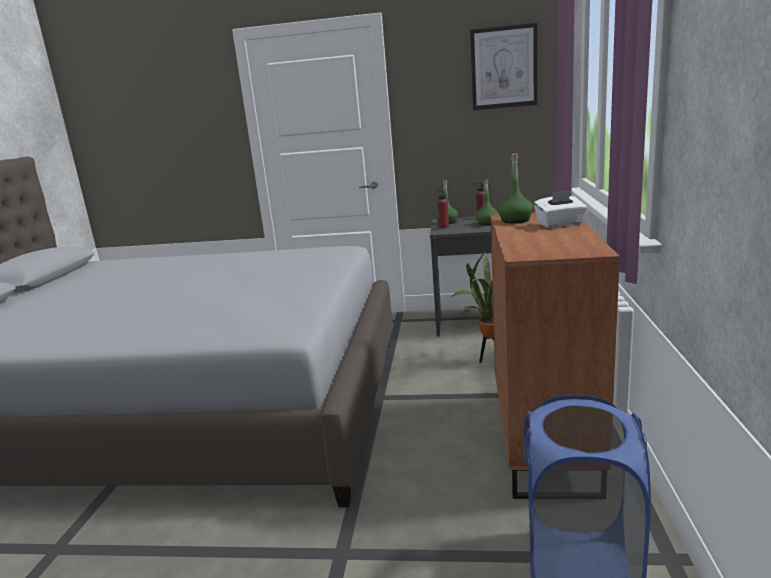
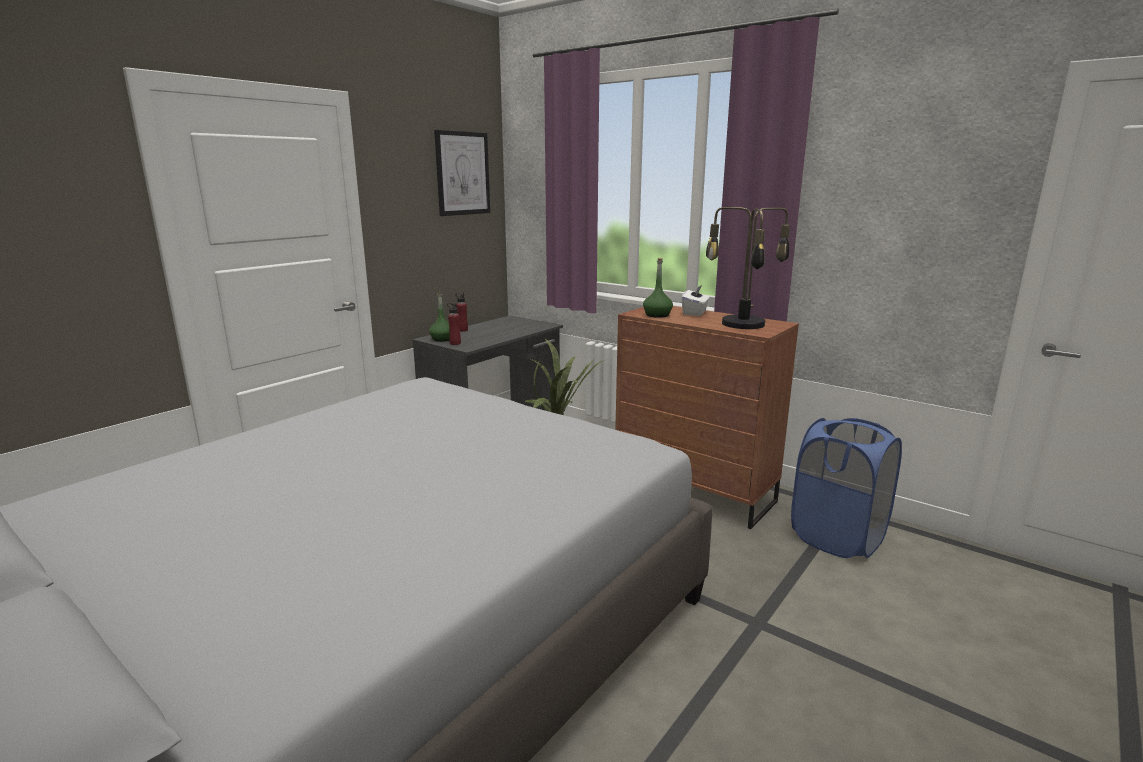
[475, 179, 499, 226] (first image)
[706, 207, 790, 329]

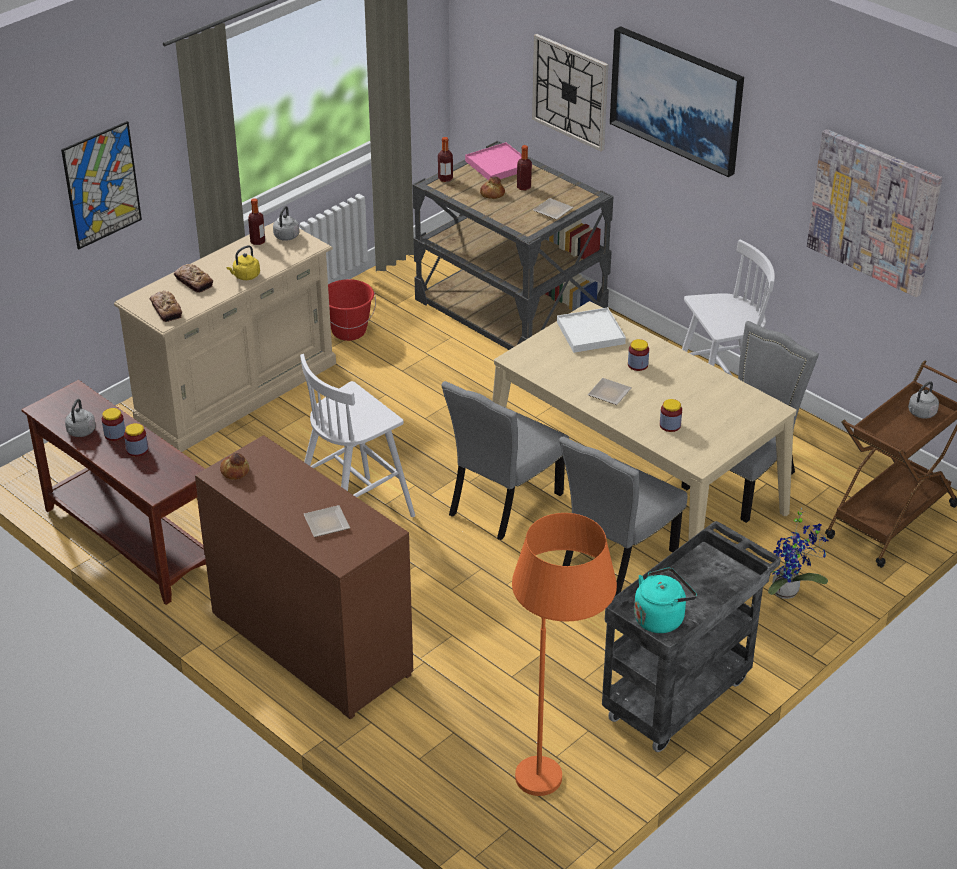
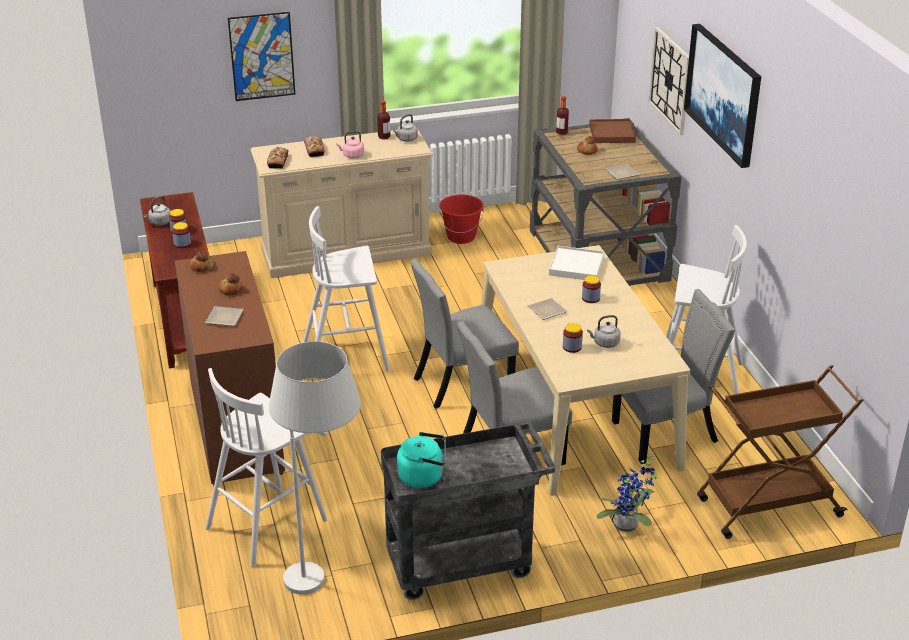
[517, 145, 532, 190] (first image)
[807, 129, 942, 297] (first image)
[205, 368, 327, 567]
[219, 273, 243, 295]
[587, 315, 621, 348]
[336, 131, 364, 158]
[589, 119, 636, 143]
[269, 341, 361, 595]

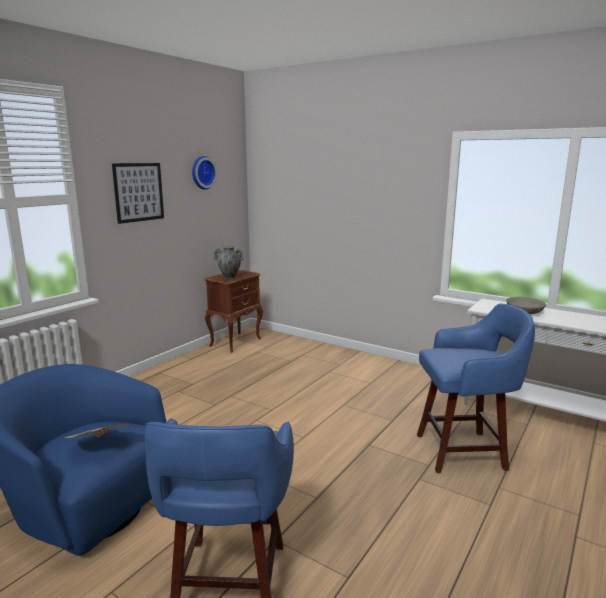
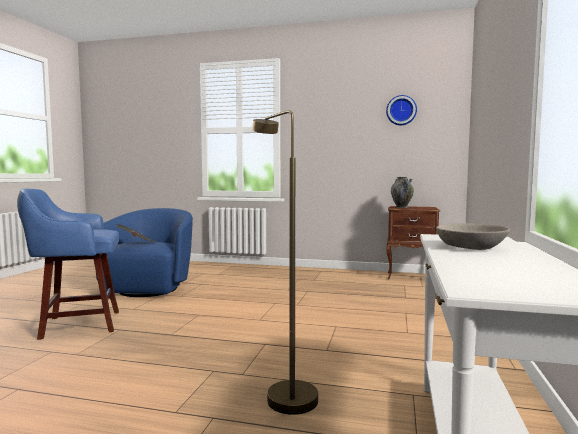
[112, 163, 164, 224] (first image)
[252, 110, 318, 415]

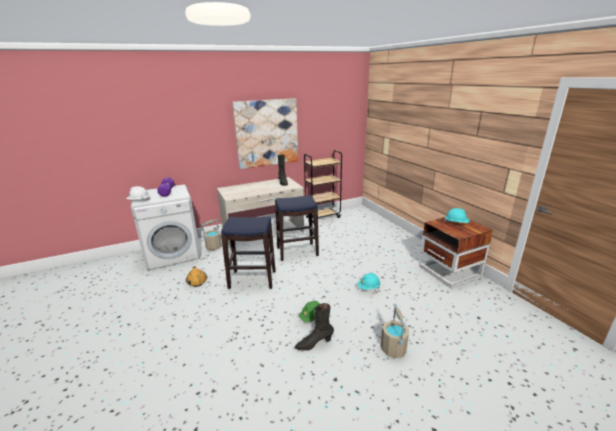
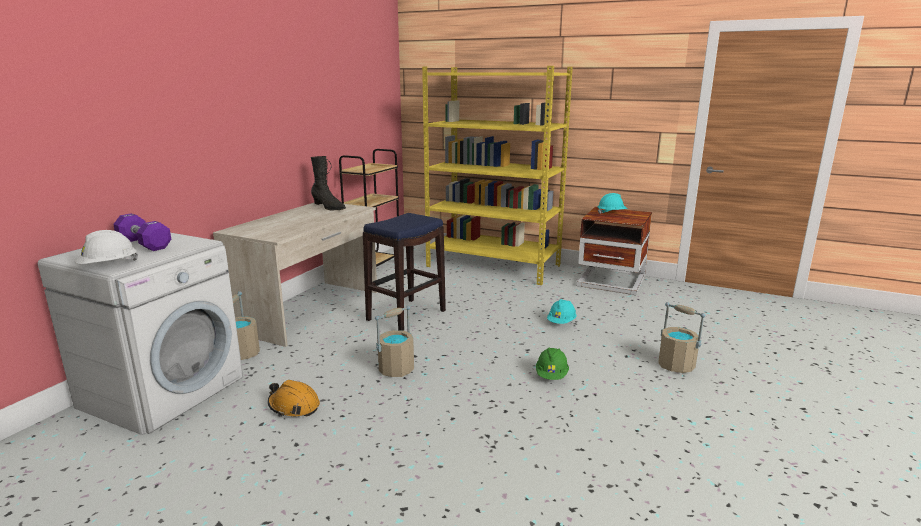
[232, 98, 298, 169] (first image)
[295, 303, 334, 350] (first image)
[422, 66, 573, 285]
[375, 306, 414, 377]

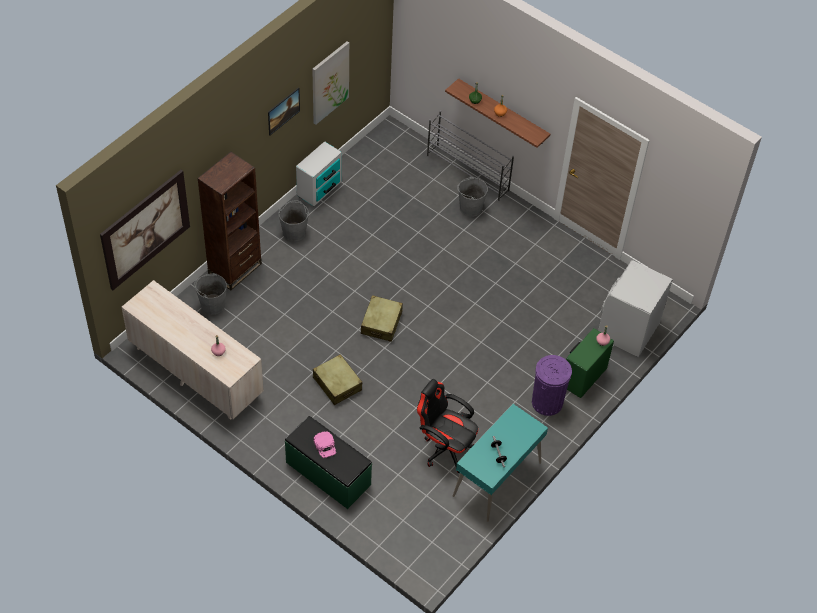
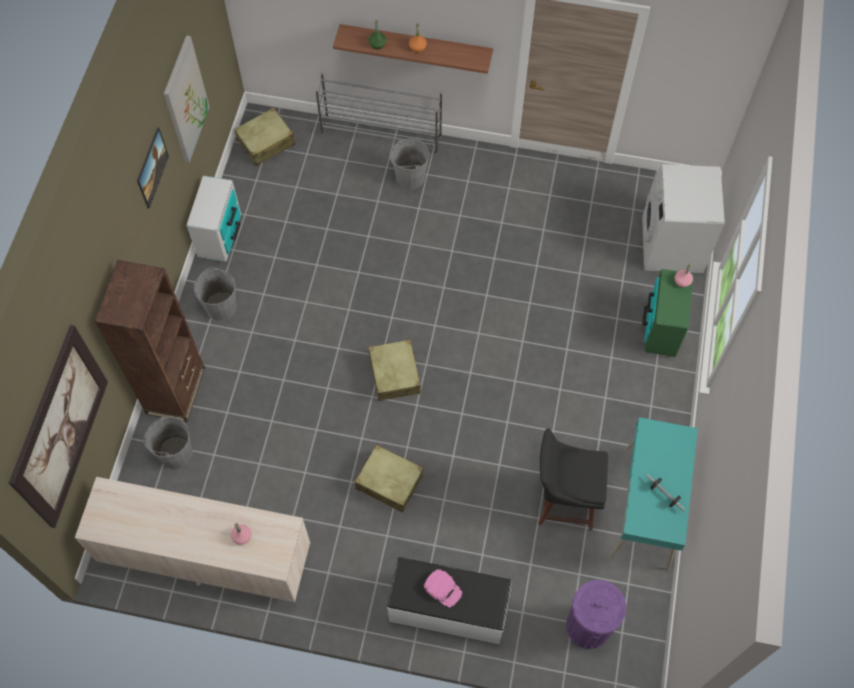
[234, 108, 295, 166]
[566, 580, 626, 649]
[539, 428, 608, 530]
[387, 557, 512, 644]

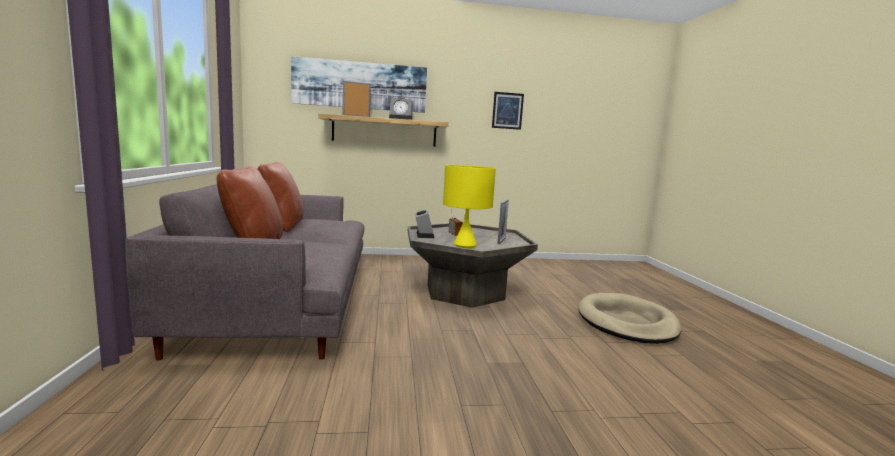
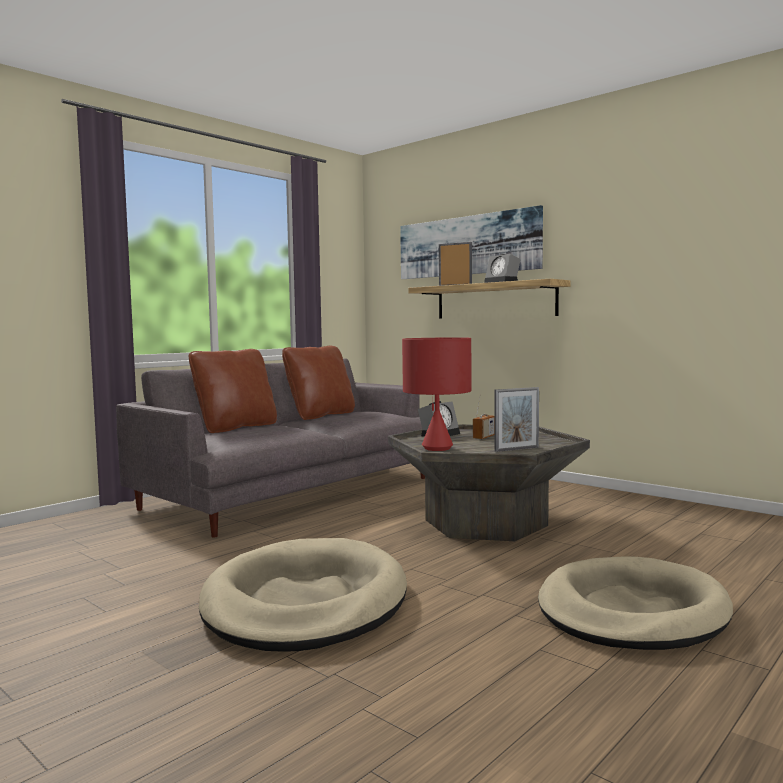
[492, 92, 524, 130] (first image)
[199, 538, 407, 652]
[402, 337, 471, 451]

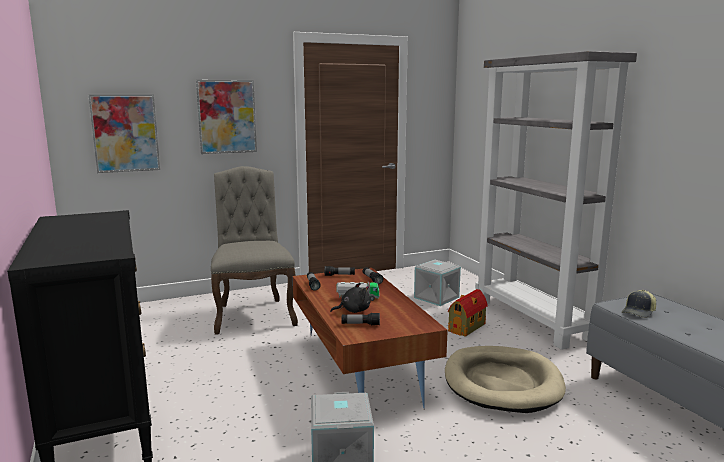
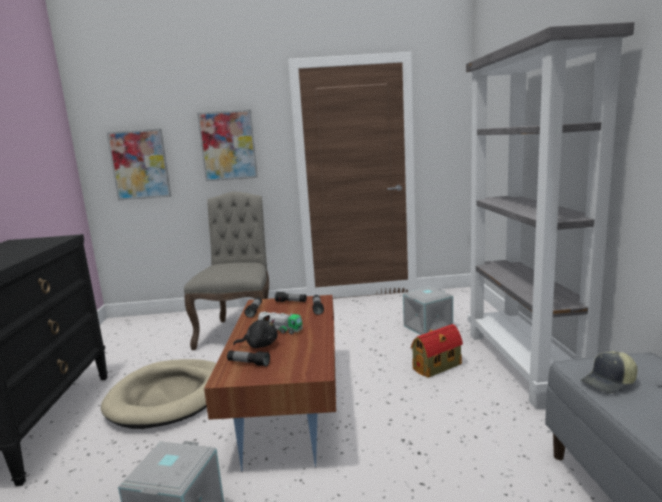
[101, 359, 217, 429]

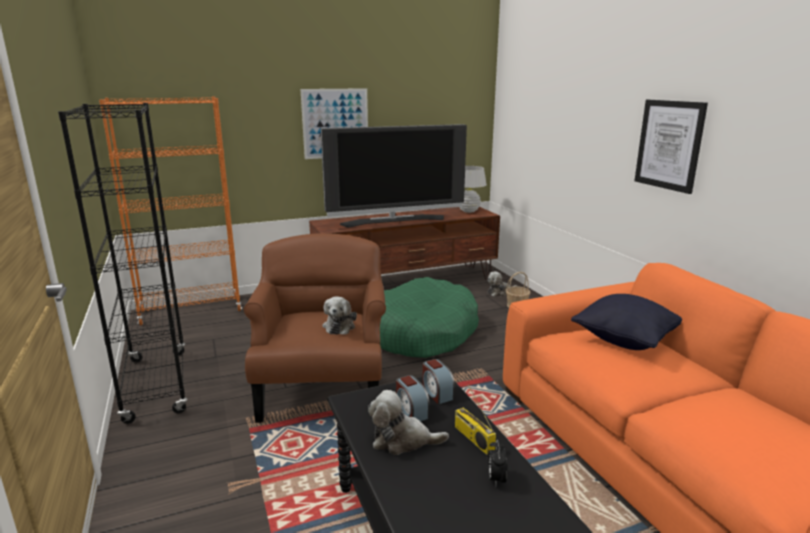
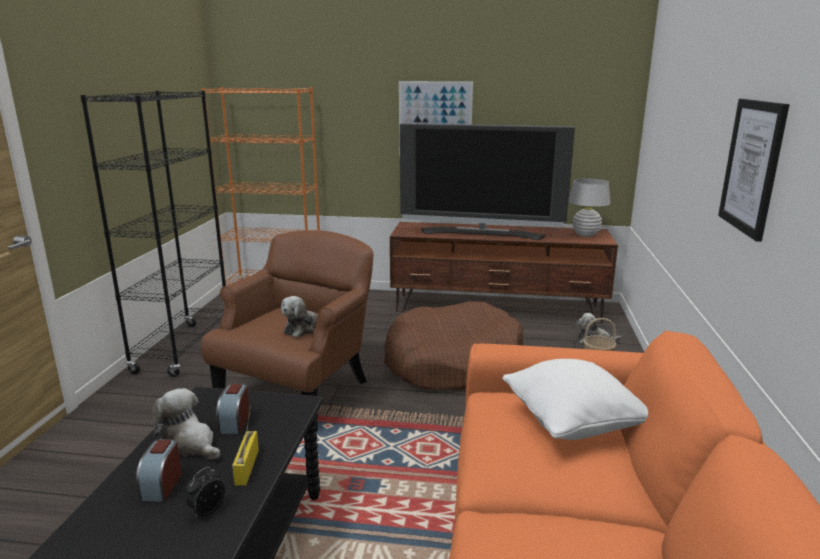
[136, 439, 182, 502]
[384, 301, 523, 390]
[502, 359, 648, 440]

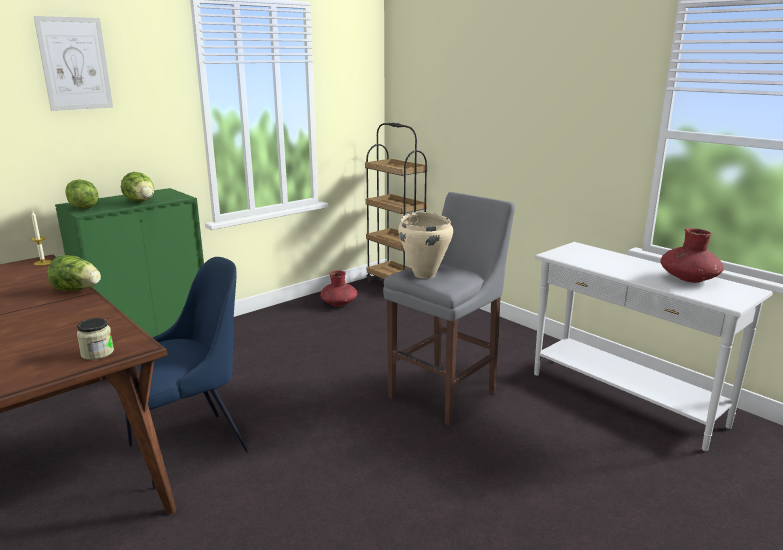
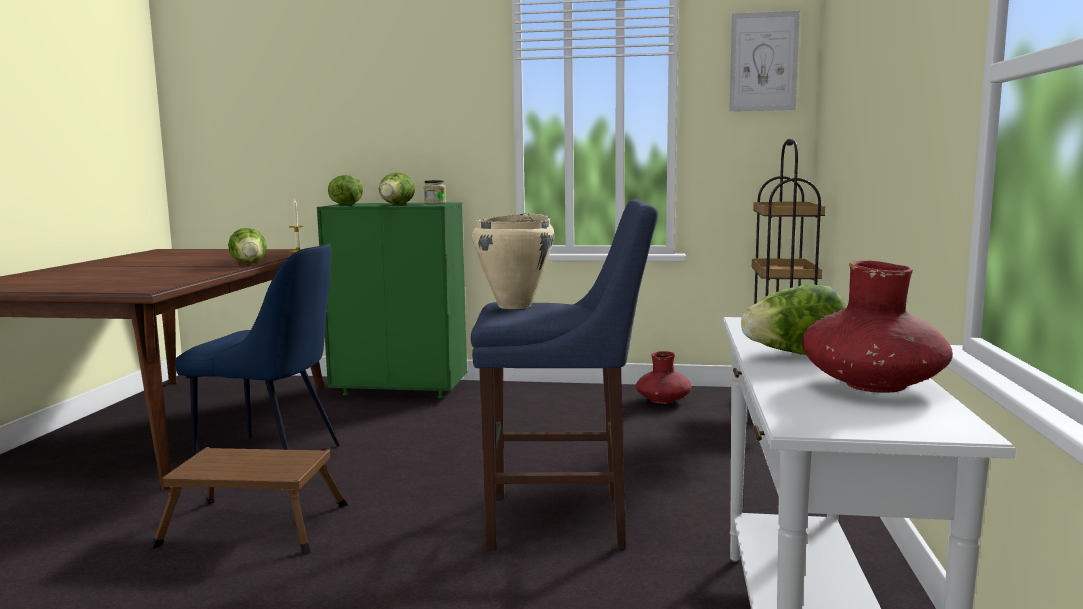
[150, 447, 348, 554]
[741, 285, 846, 355]
[729, 11, 800, 111]
[424, 180, 446, 204]
[471, 200, 658, 550]

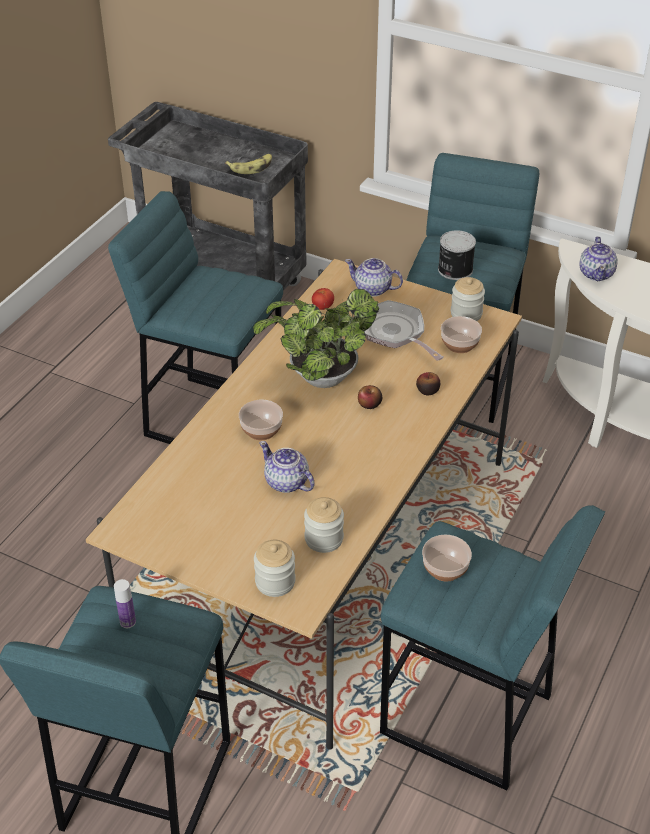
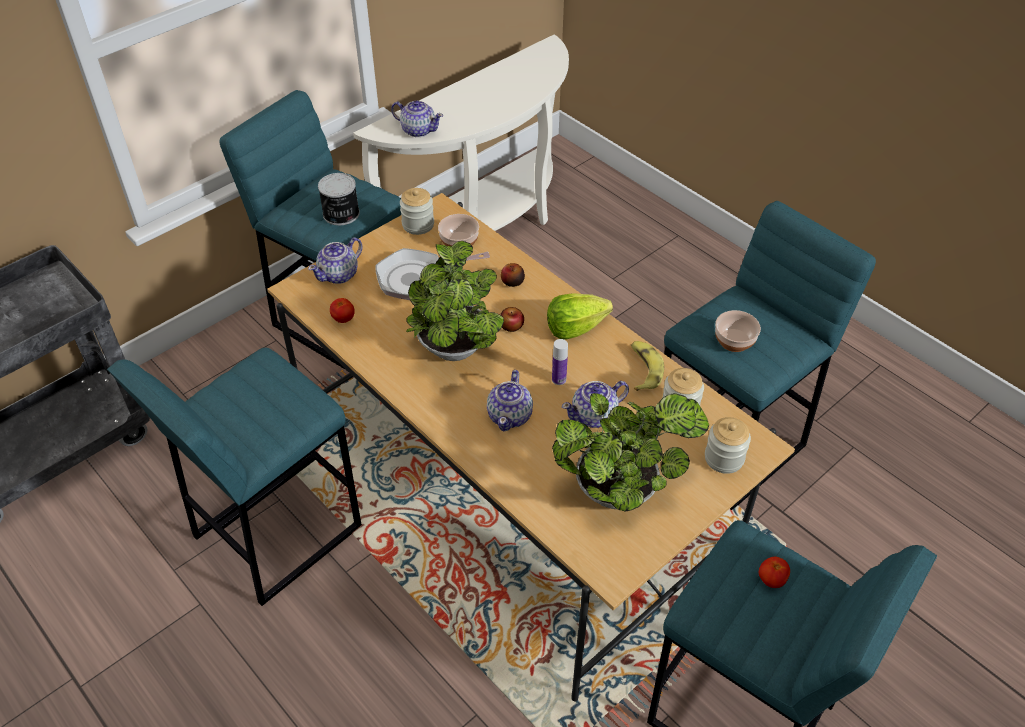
[547, 293, 613, 339]
[552, 393, 709, 512]
[759, 557, 790, 588]
[552, 339, 568, 385]
[631, 341, 664, 391]
[487, 370, 533, 431]

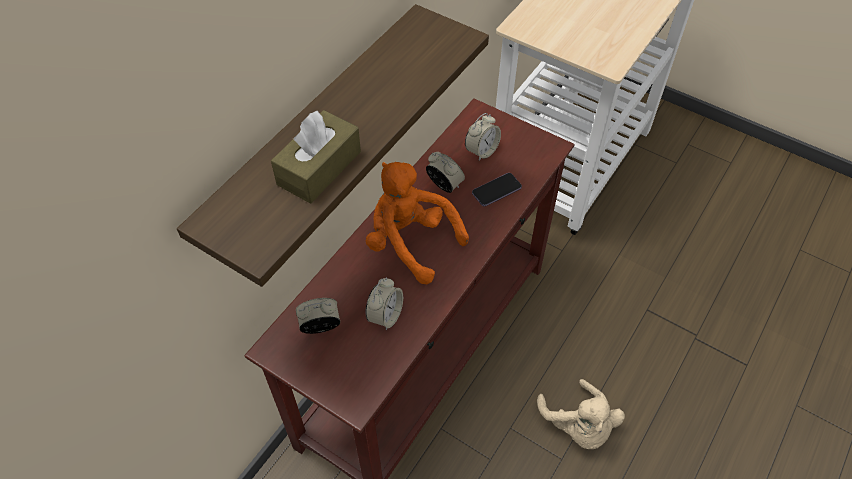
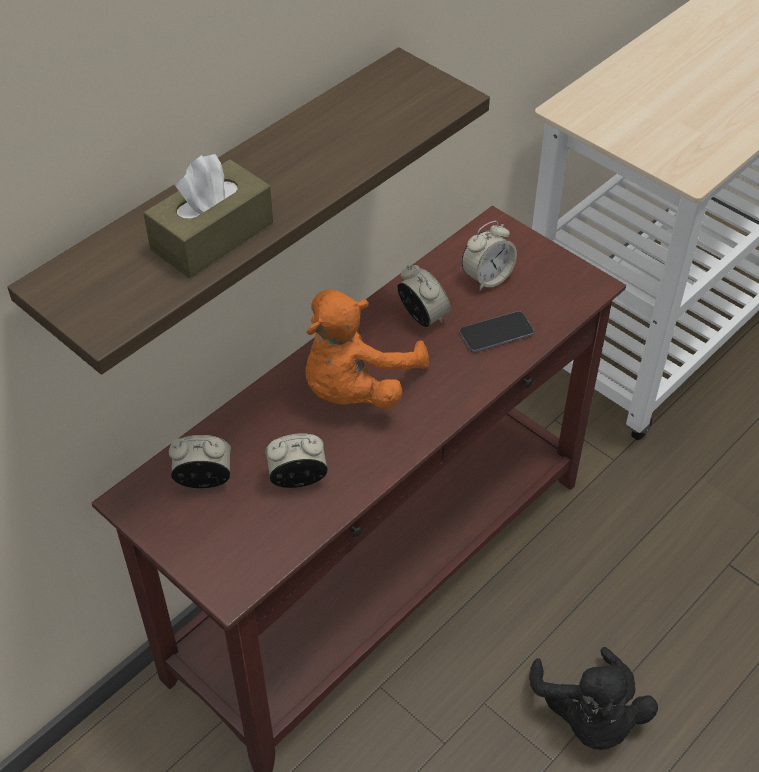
[529, 647, 658, 750]
[265, 433, 328, 488]
[306, 289, 429, 408]

